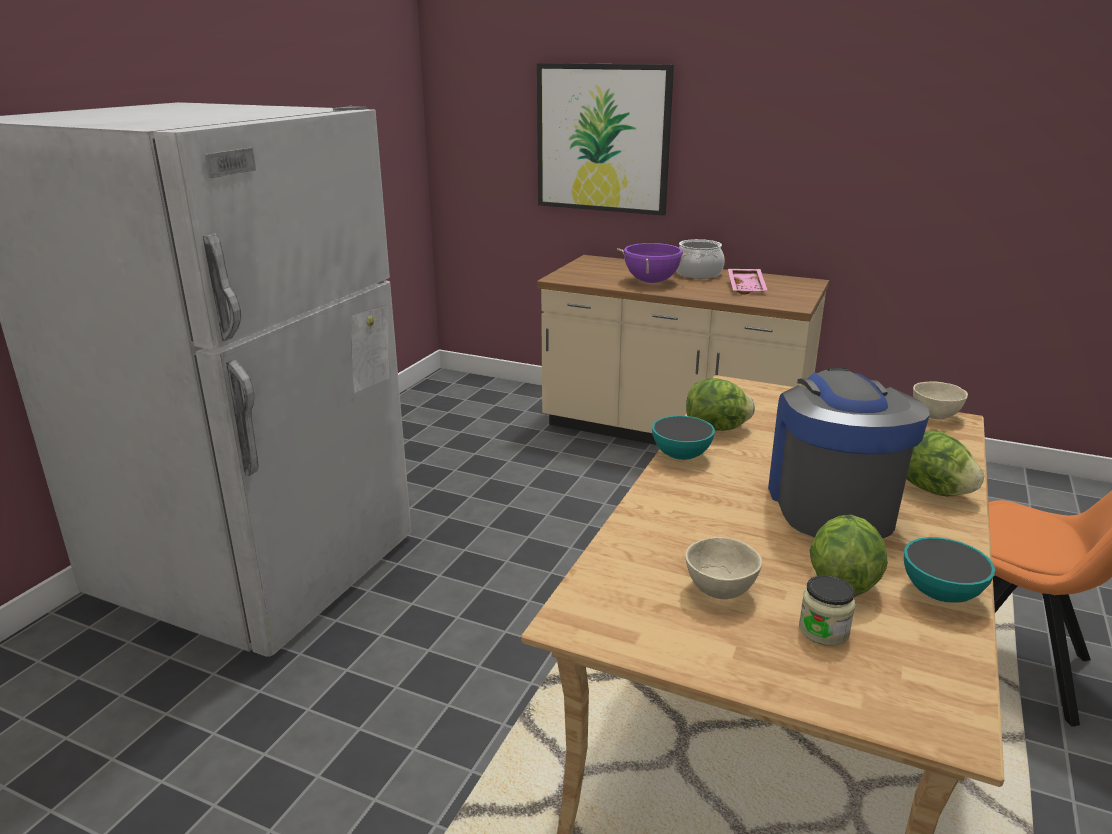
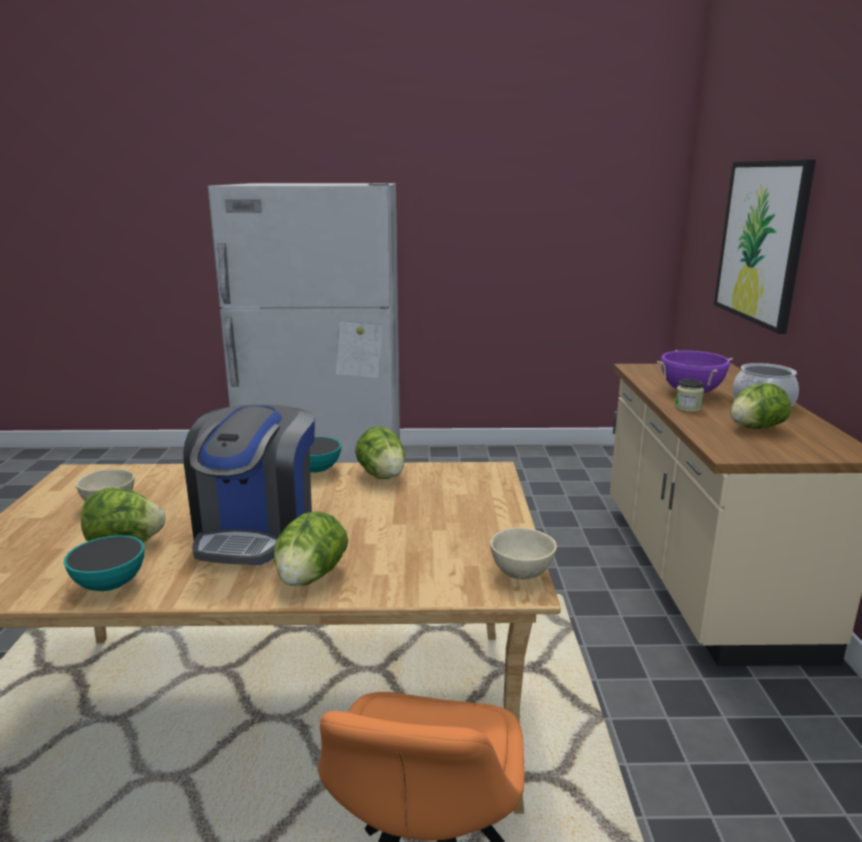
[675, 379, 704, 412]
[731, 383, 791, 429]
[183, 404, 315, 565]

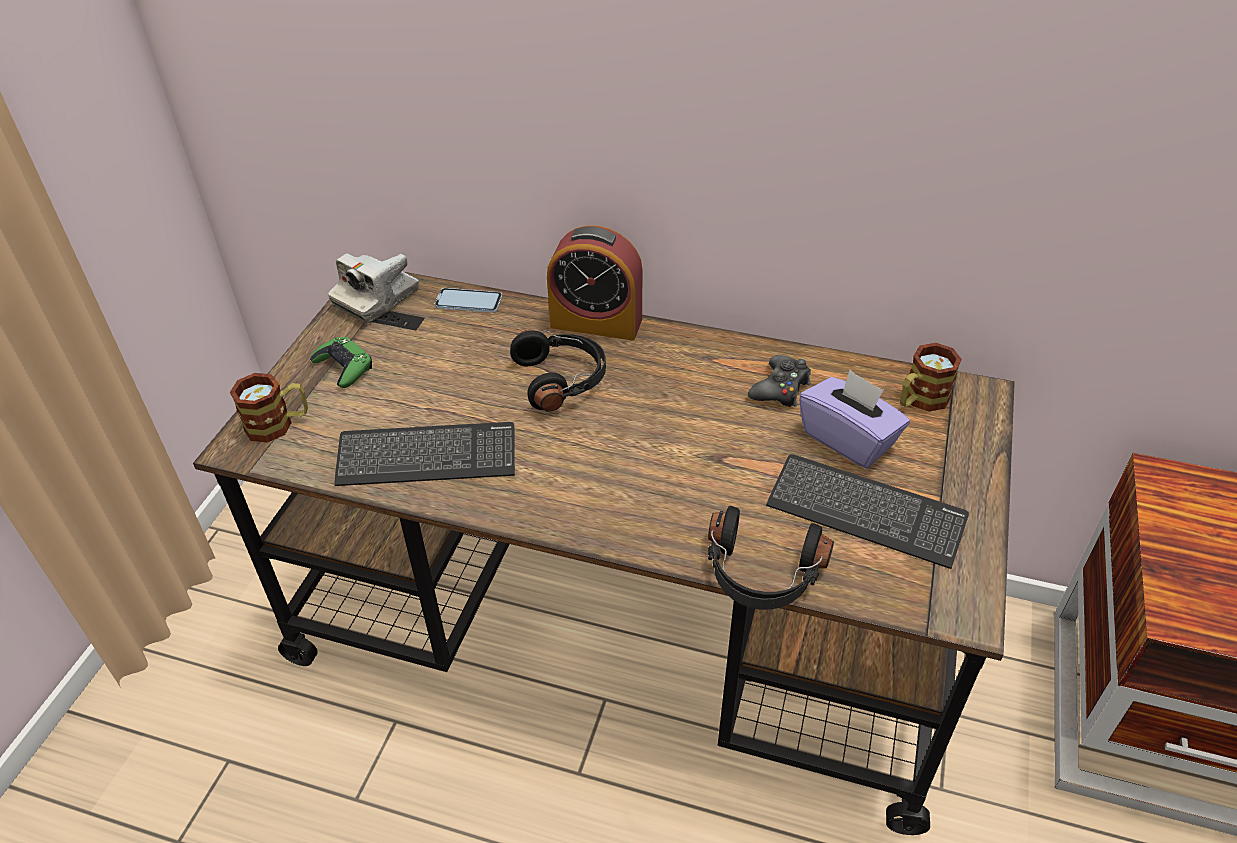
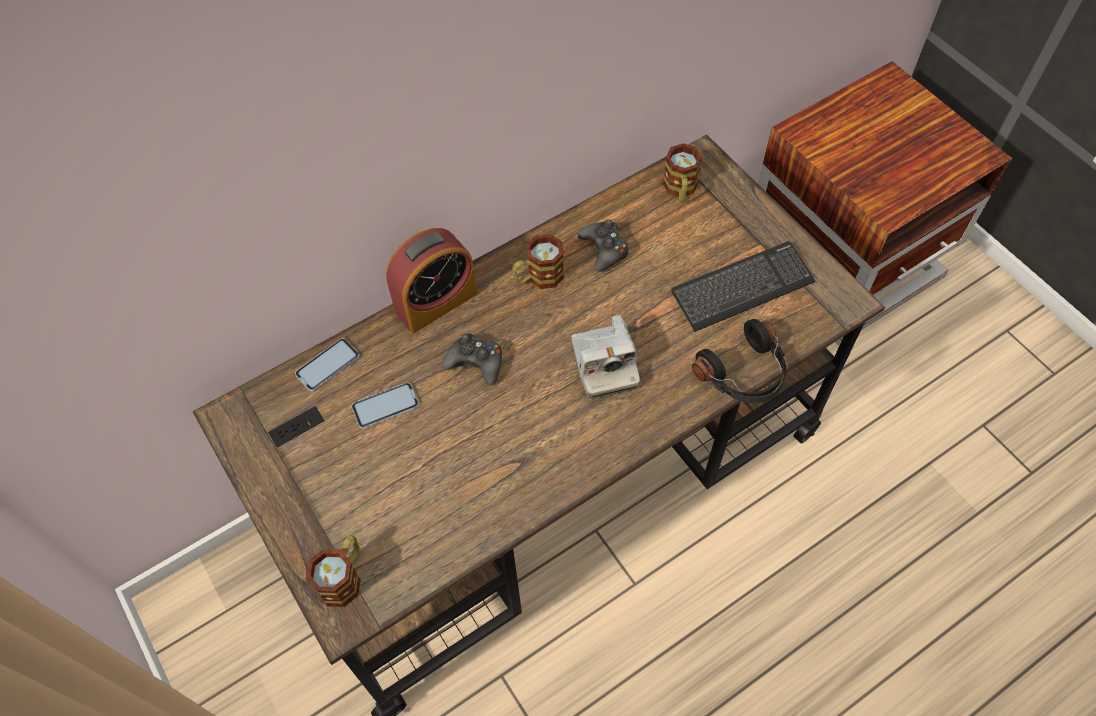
[310, 337, 372, 388] (first image)
[334, 422, 515, 486] (first image)
[799, 370, 910, 468] (first image)
[351, 382, 419, 429]
[512, 234, 564, 289]
[571, 315, 640, 399]
[442, 334, 502, 385]

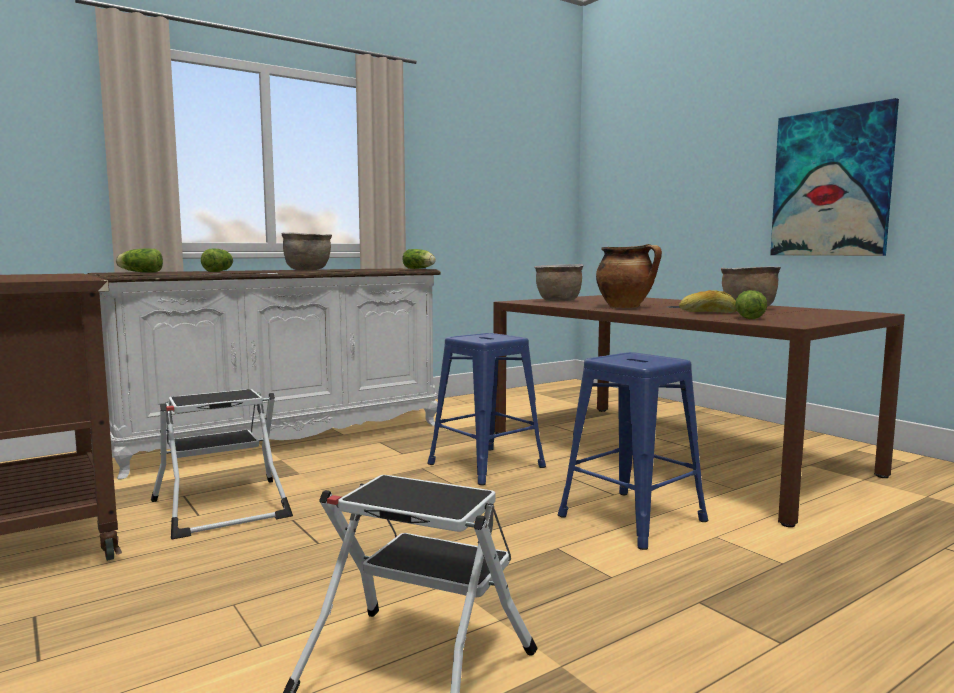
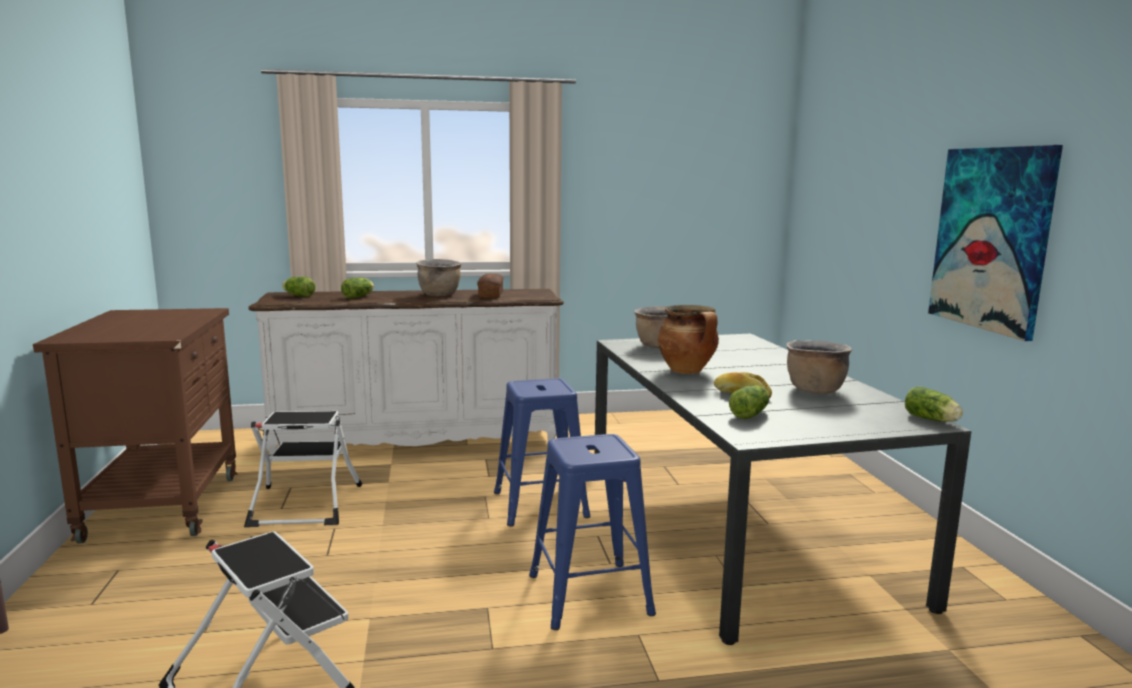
[477, 273, 504, 298]
[905, 386, 963, 422]
[594, 333, 971, 645]

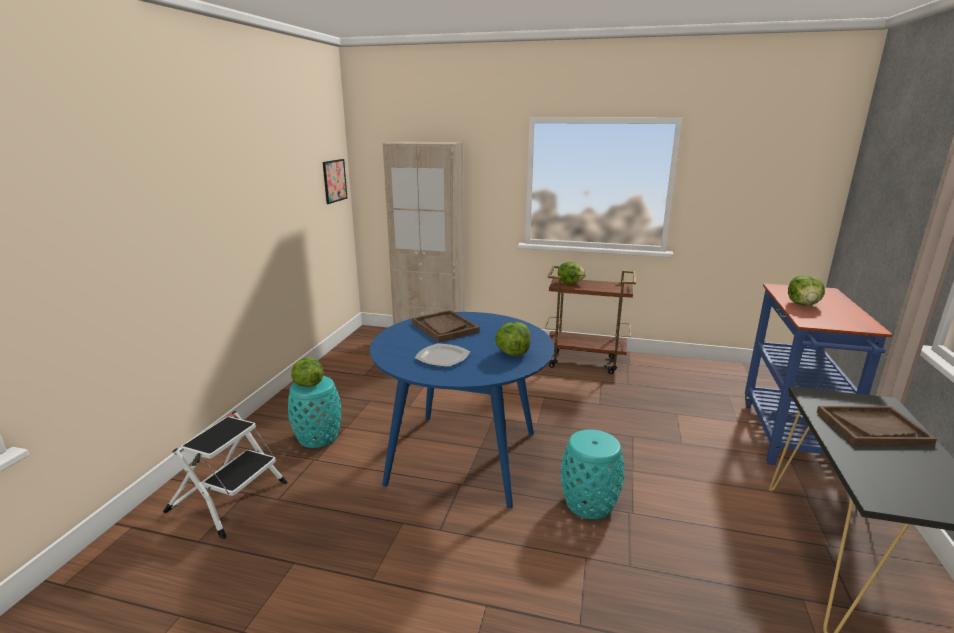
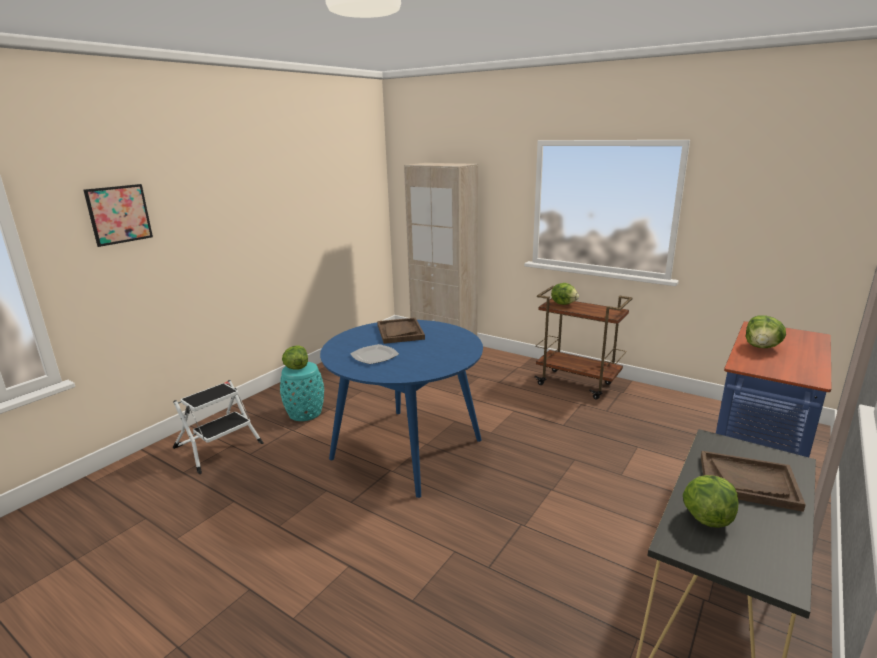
[561, 429, 624, 519] (first image)
[84, 184, 153, 247]
[683, 475, 738, 528]

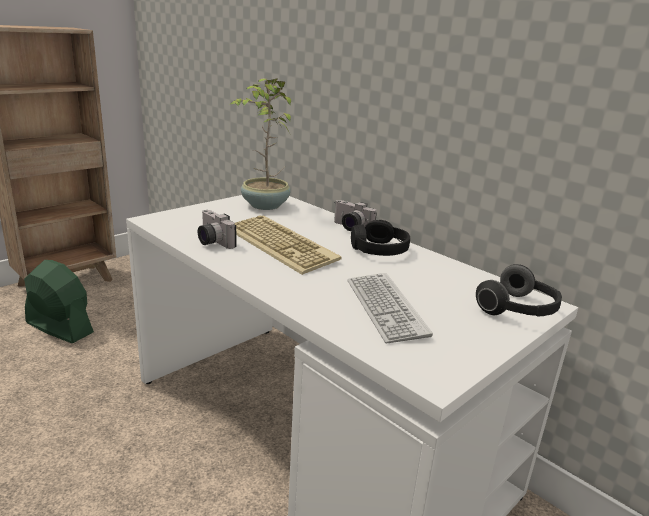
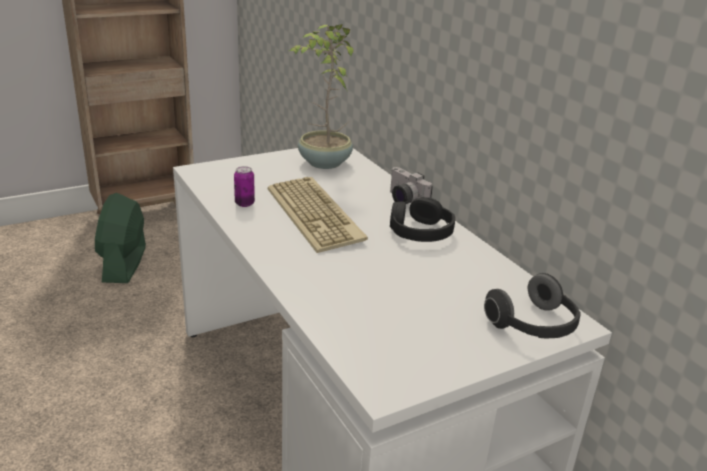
[347, 273, 433, 343] (first image)
[234, 166, 255, 207]
[95, 193, 146, 283]

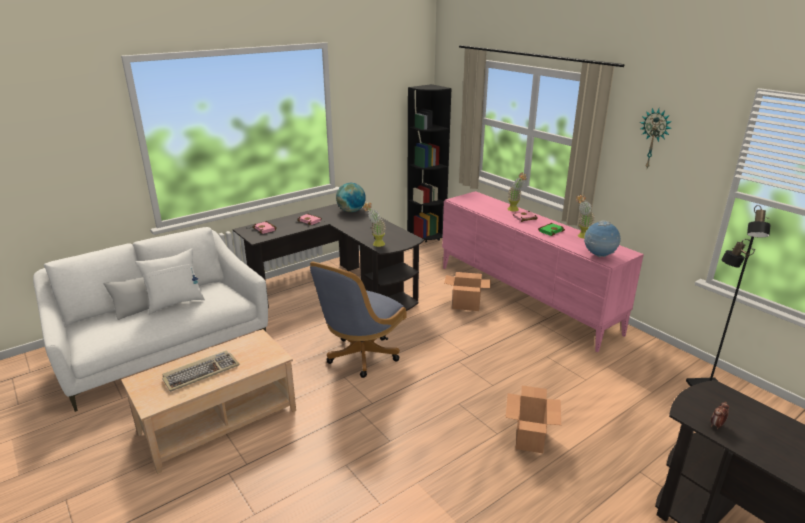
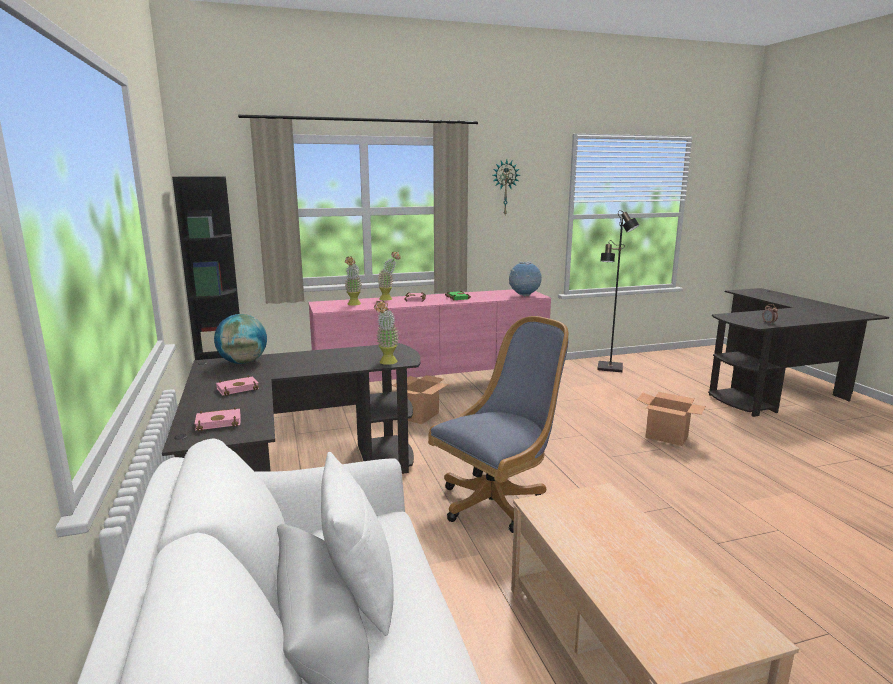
[162, 351, 240, 392] (first image)
[345, 256, 362, 306]
[428, 316, 569, 533]

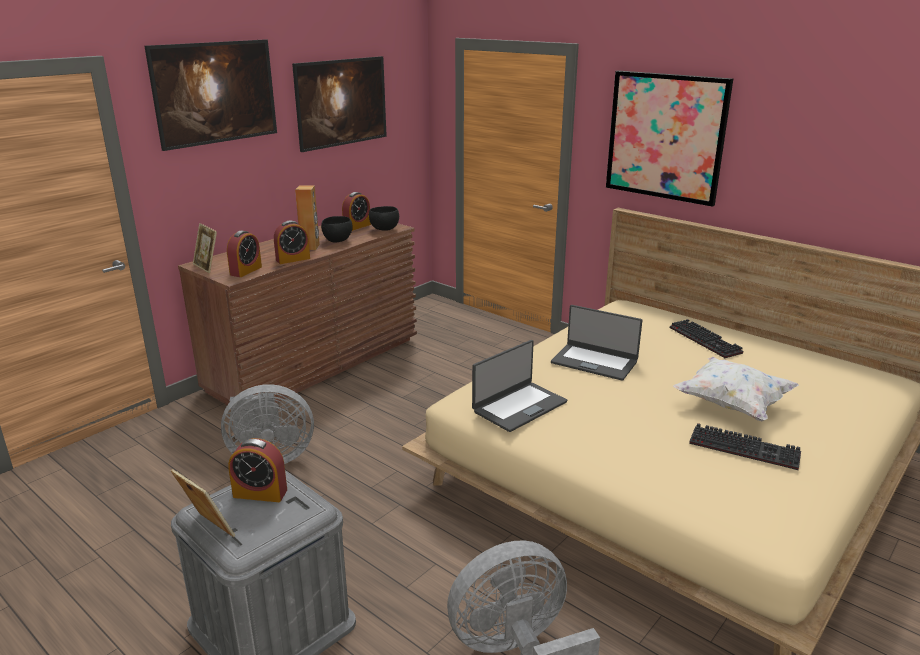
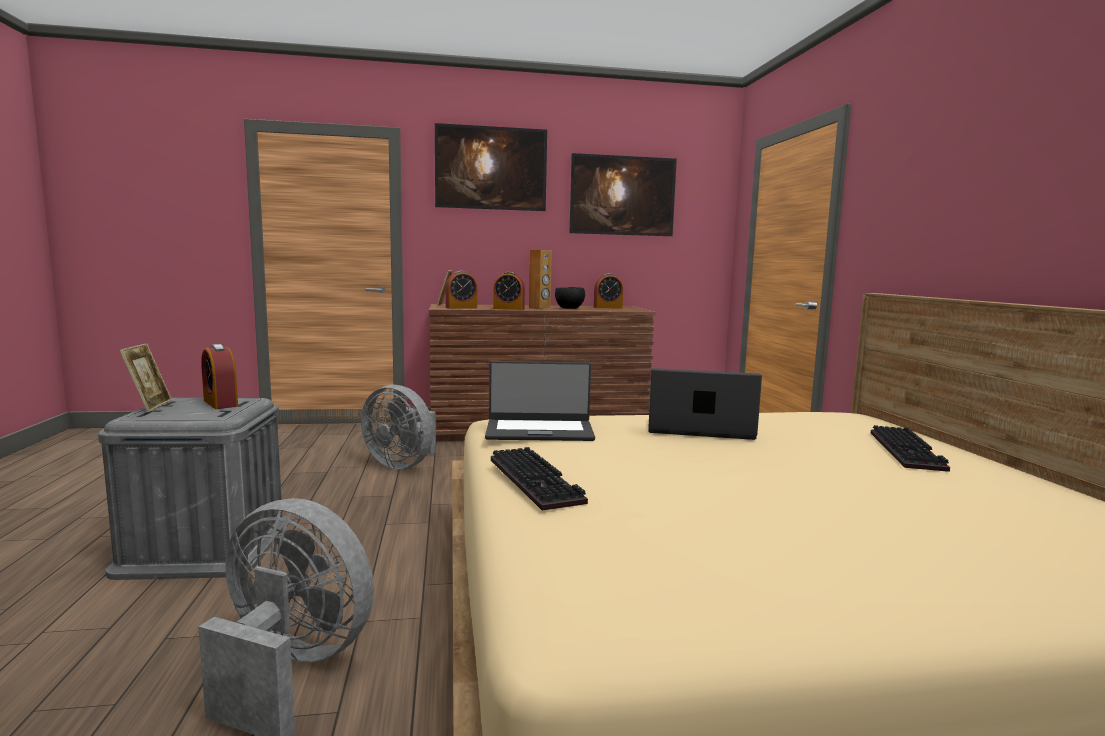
[369, 206, 399, 231] (first image)
[606, 70, 733, 207] (first image)
[673, 357, 799, 421] (first image)
[491, 447, 588, 511]
[648, 368, 762, 440]

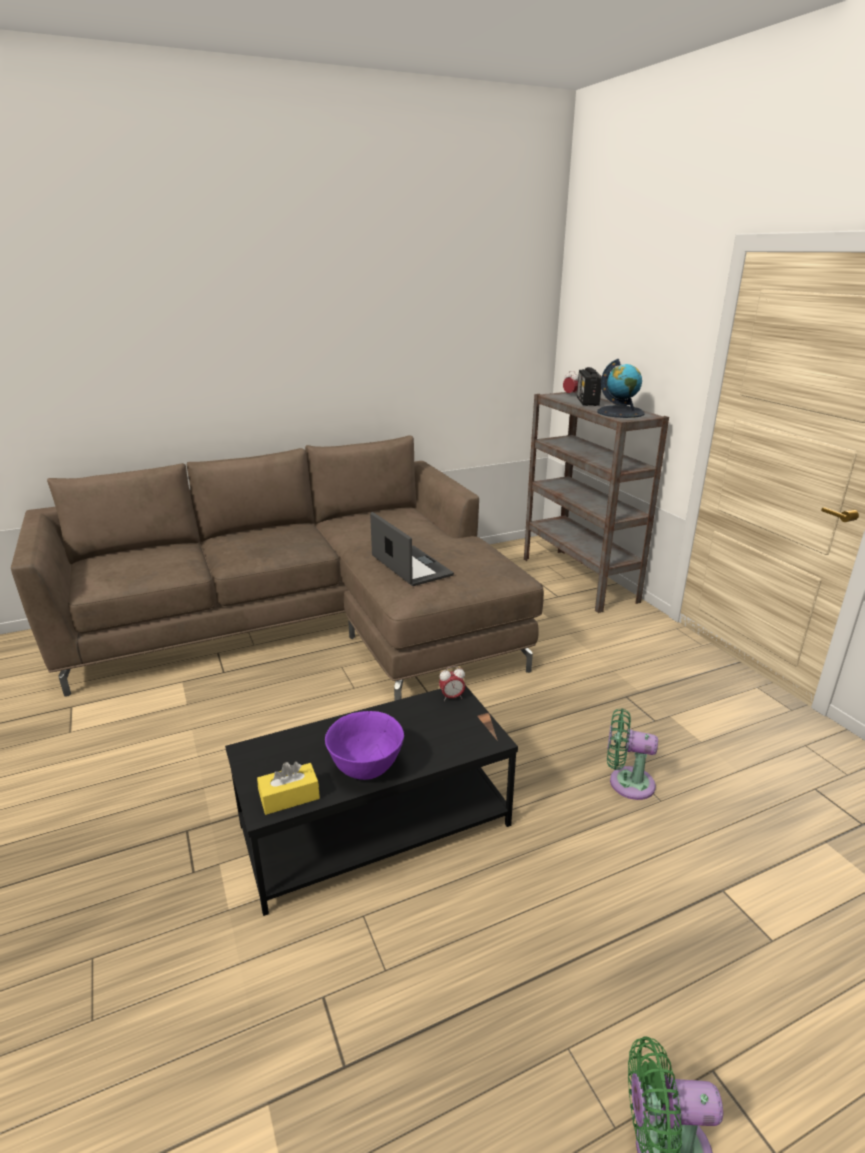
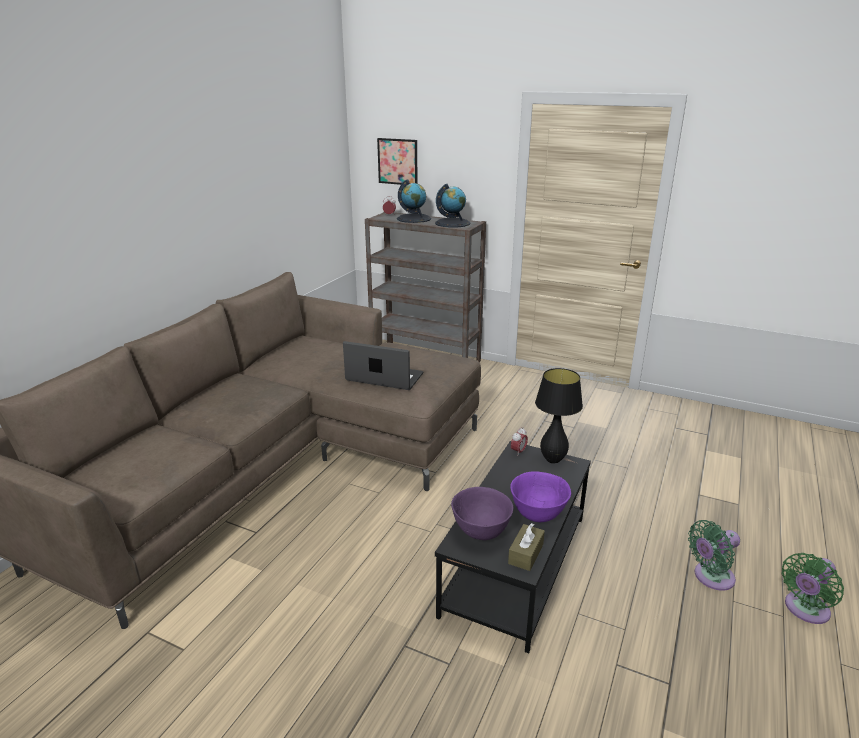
[377, 138, 418, 185]
[451, 487, 513, 540]
[535, 368, 583, 464]
[688, 520, 740, 591]
[397, 179, 431, 223]
[508, 523, 545, 571]

